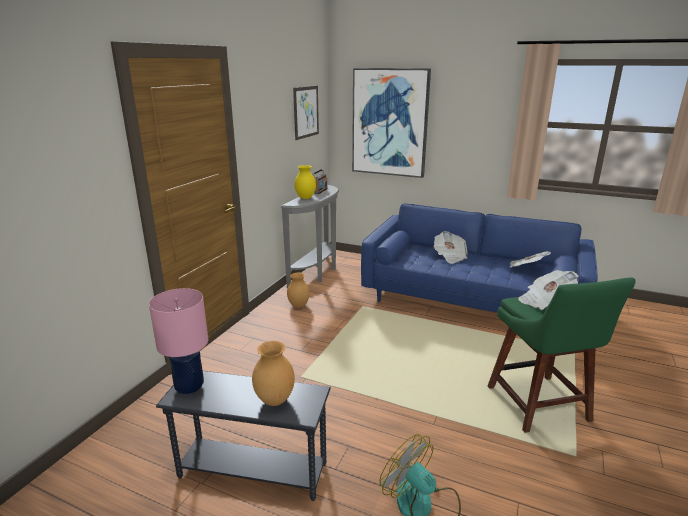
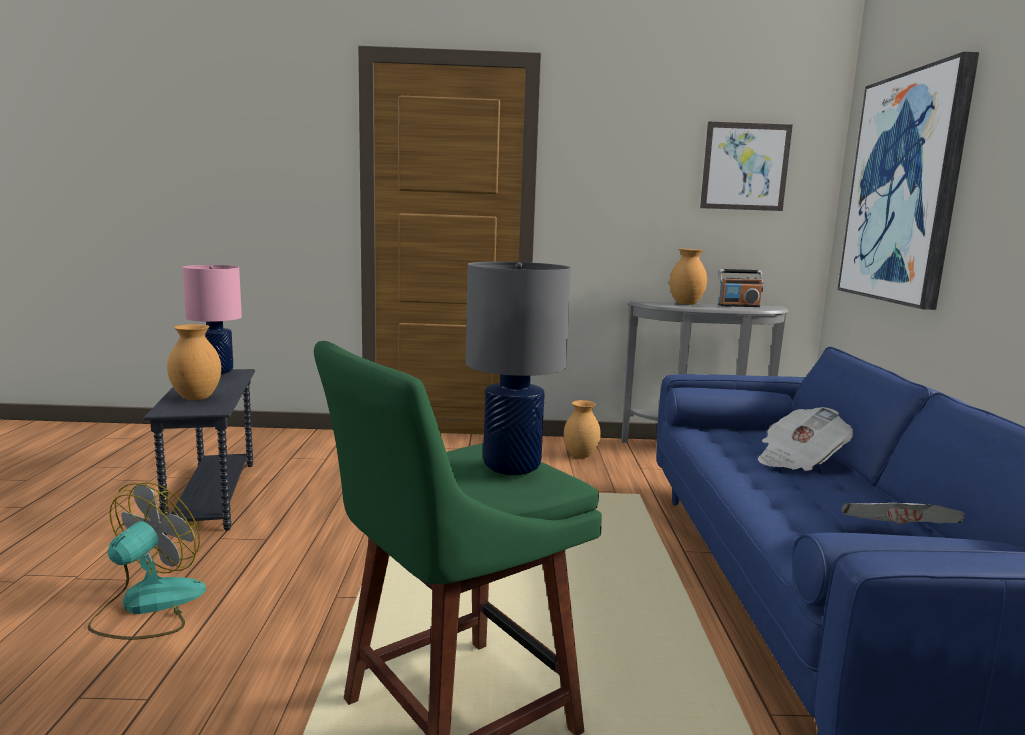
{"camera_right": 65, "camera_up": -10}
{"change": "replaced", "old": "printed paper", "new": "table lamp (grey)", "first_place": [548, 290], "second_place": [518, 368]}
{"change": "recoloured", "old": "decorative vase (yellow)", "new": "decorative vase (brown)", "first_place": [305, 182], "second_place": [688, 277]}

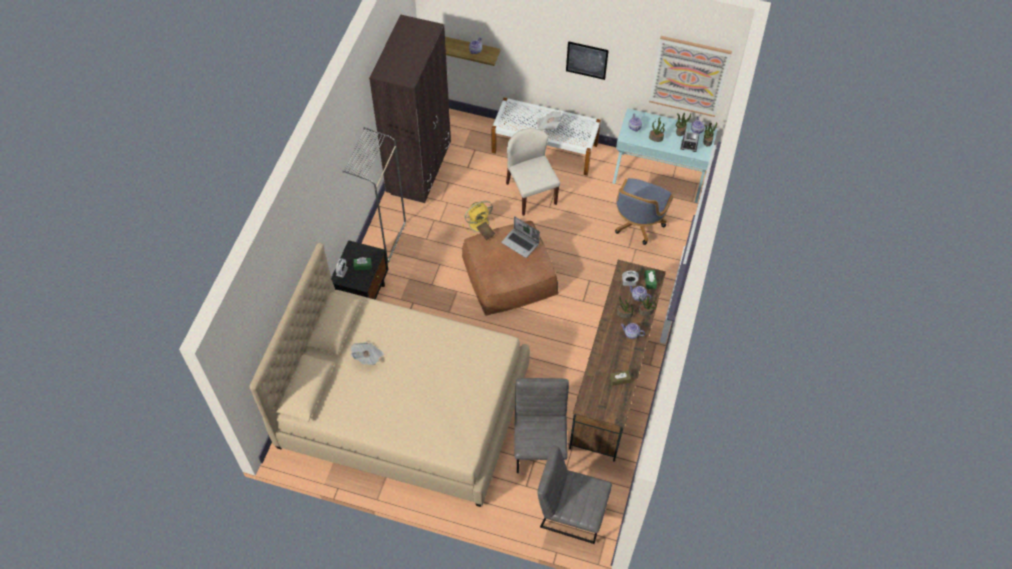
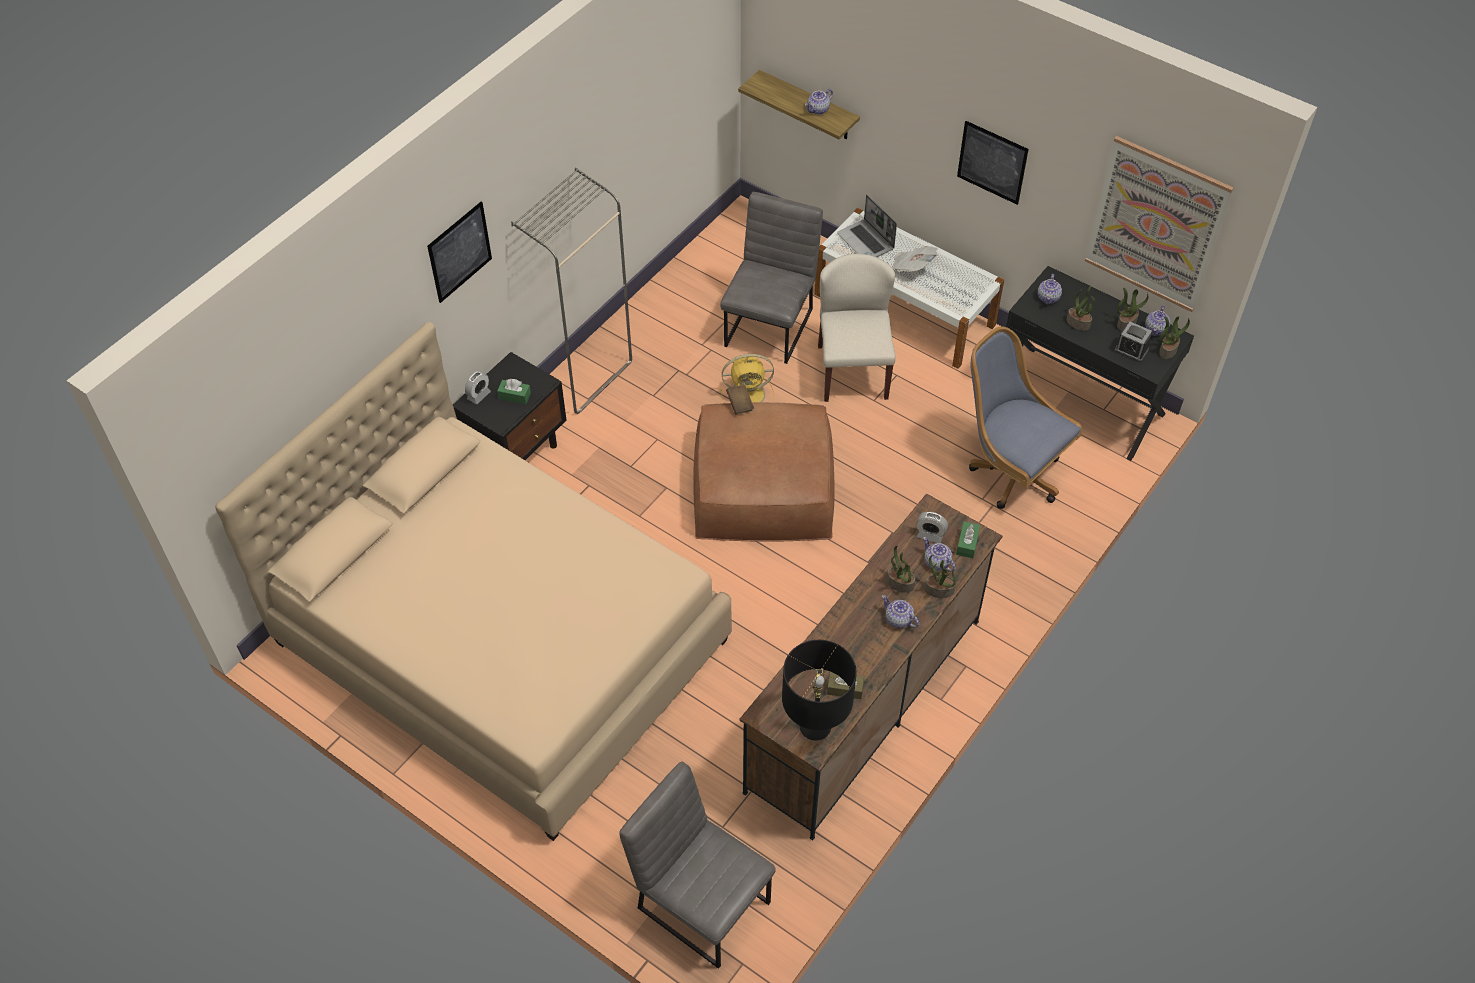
{"camera_right": 20, "camera_up": -5}
{"change": "added", "new": "picture", "second_place": [459, 252]}
{"change": "moved", "old": "chair (grey)", "first_place": [541, 425], "second_place": [771, 278]}
{"change": "added", "new": "table lamp (black-coloured)", "second_place": [819, 690]}
{"change": "moved", "old": "portable computer", "first_place": [520, 237], "second_place": [867, 226]}
{"change": "turned", "old": "desk chair (bluish)", "first_place": [644, 211], "second_place": [1025, 418], "degrees": 90}
{"change": "recoloured", "old": "desk unit (turquoise)", "new": "desk unit (black-coloured)", "first_place": [665, 155], "second_place": [1100, 363]}
{"change": "removed", "old": "printed paper", "first_place": [367, 353]}
{"change": "removed", "old": "wardrobe (brown)", "first_place": [410, 109]}

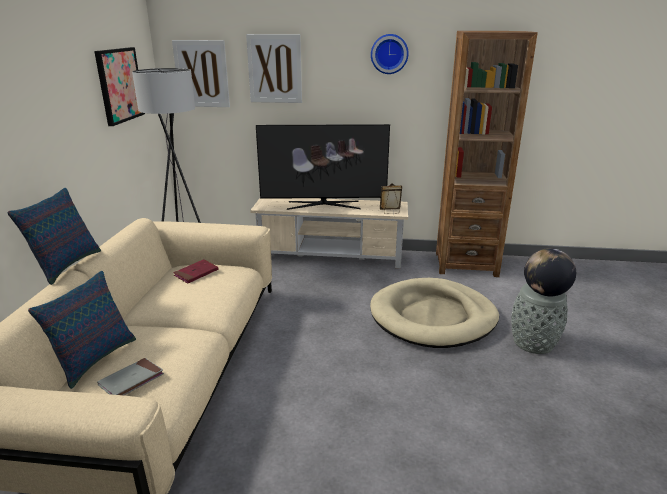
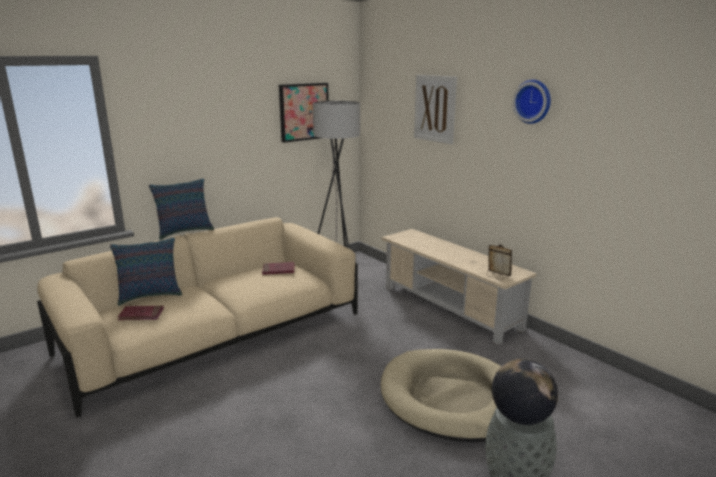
{"camera_right": 45, "camera_up": -5}
{"change": "recoloured", "old": "volume (grey)", "new": "volume (red-coloured)", "first_place": [130, 376], "second_place": [141, 312]}
{"change": "removed", "old": "picture", "first_place": [201, 73]}
{"change": "removed", "old": "TV set", "first_place": [323, 167]}
{"change": "removed", "old": "bookcase (brown)", "first_place": [487, 154]}

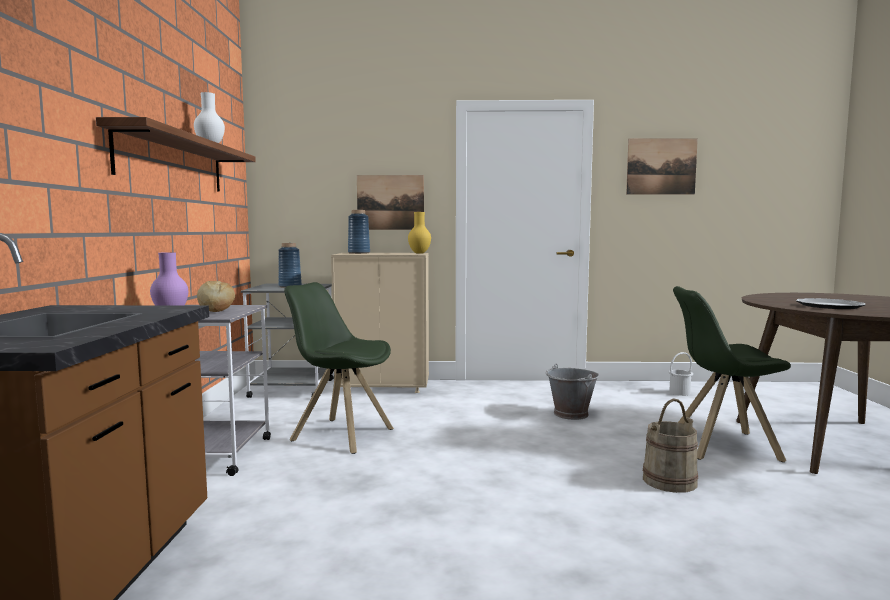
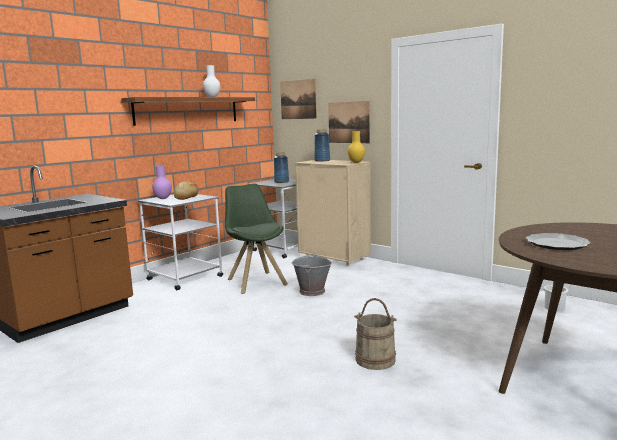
{"camera_right": 40, "camera_up": 5}
{"change": "moved", "old": "picture", "first_place": [662, 166], "second_place": [298, 99]}
{"change": "moved", "old": "water bucket (grey)", "first_place": [572, 391], "second_place": [312, 274]}
{"change": "removed", "old": "chair (greenish)", "first_place": [732, 374]}

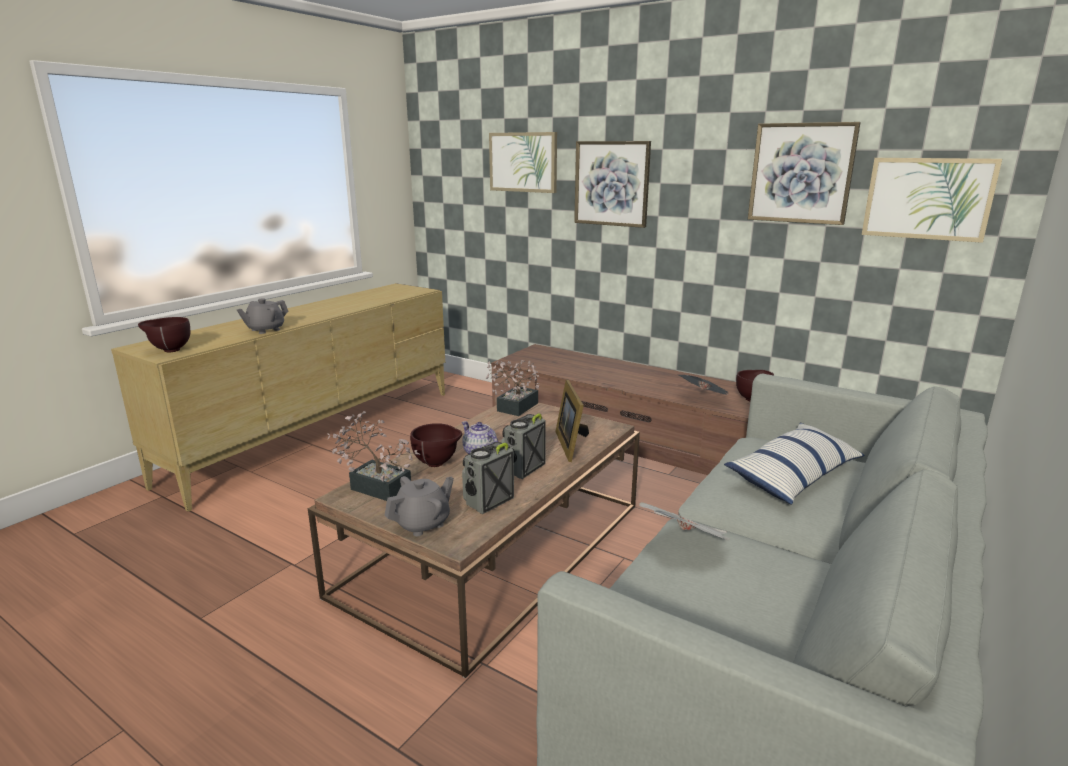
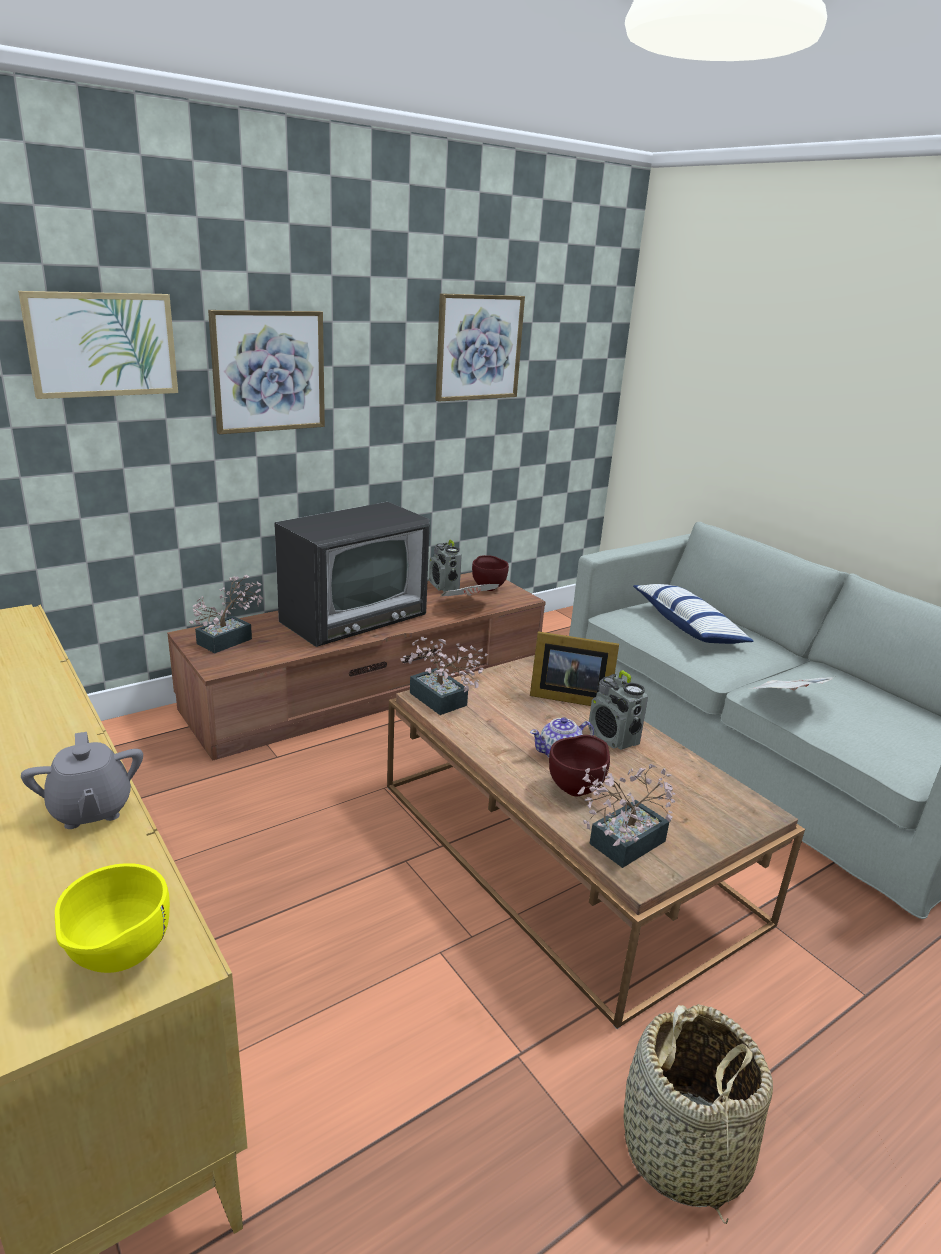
{"camera_right": -70, "camera_up": 5}
{"change": "recoloured", "old": "serving bowl (brown)", "new": "serving bowl (yellow)", "first_place": [164, 334], "second_place": [112, 918]}
{"change": "added", "new": "houseplant", "second_place": [226, 614]}
{"change": "added", "new": "TV set", "second_place": [352, 574]}
{"change": "moved", "old": "radio receiver", "first_place": [488, 478], "second_place": [445, 566]}
{"change": "added", "new": "household basket", "second_place": [698, 1114]}
{"change": "removed", "old": "tea pot (grey)", "first_place": [419, 506]}
{"change": "removed", "old": "picture", "first_place": [931, 200]}

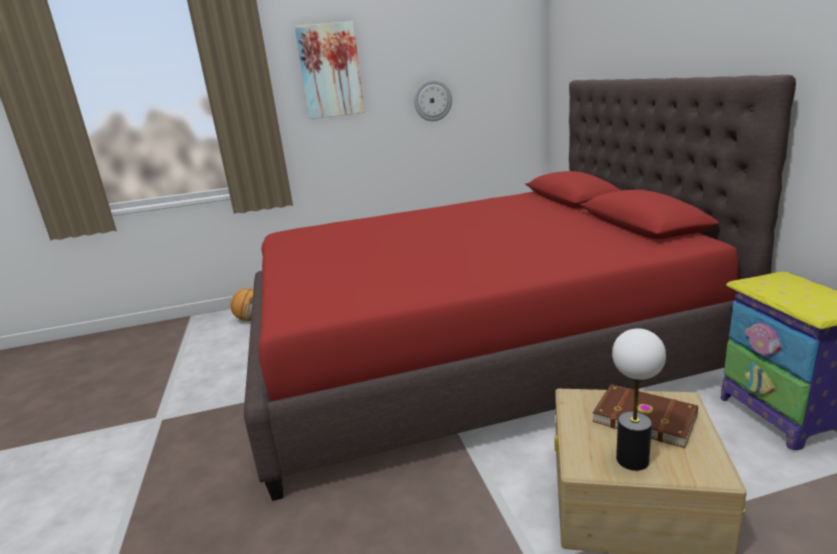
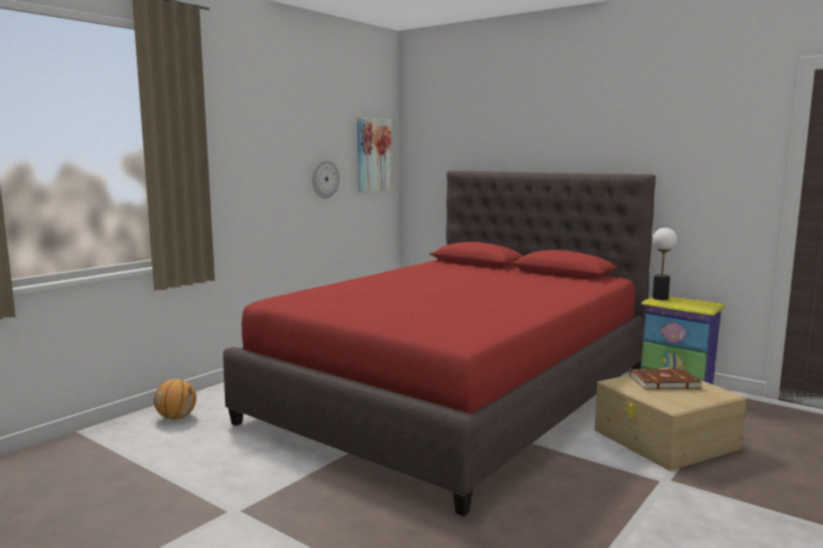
{"camera_right": -40, "camera_up": -10}
{"change": "moved", "old": "picture", "first_place": [330, 70], "second_place": [374, 155]}
{"change": "moved", "old": "table lamp", "first_place": [639, 399], "second_place": [664, 264]}

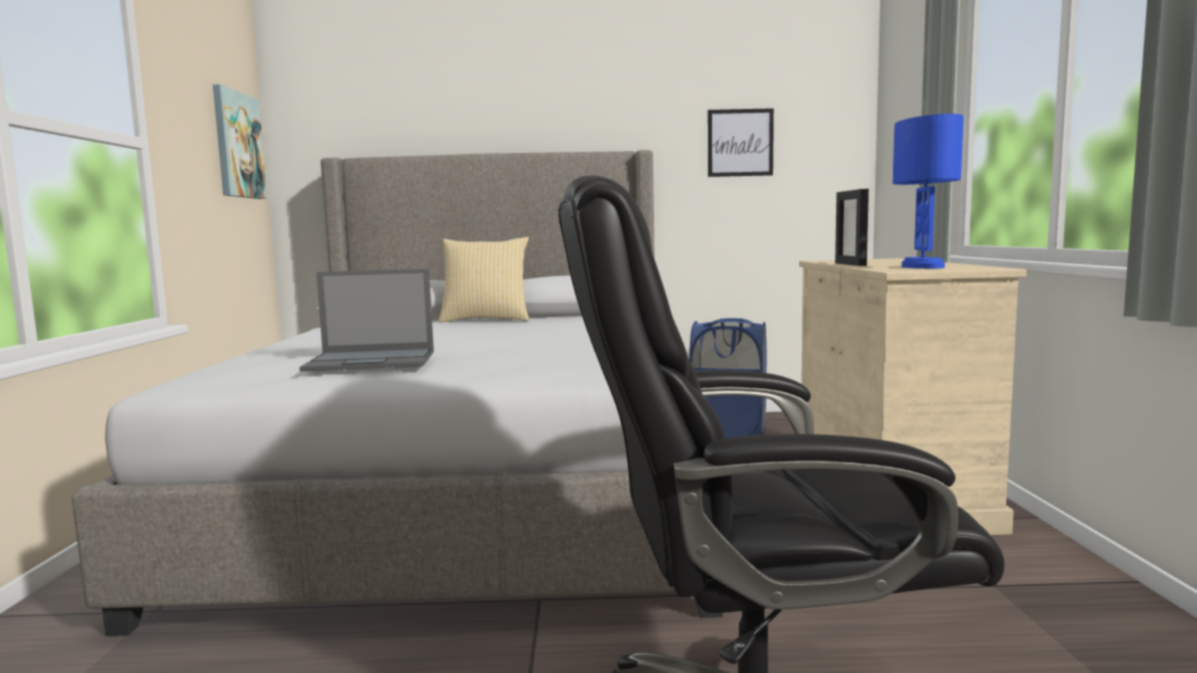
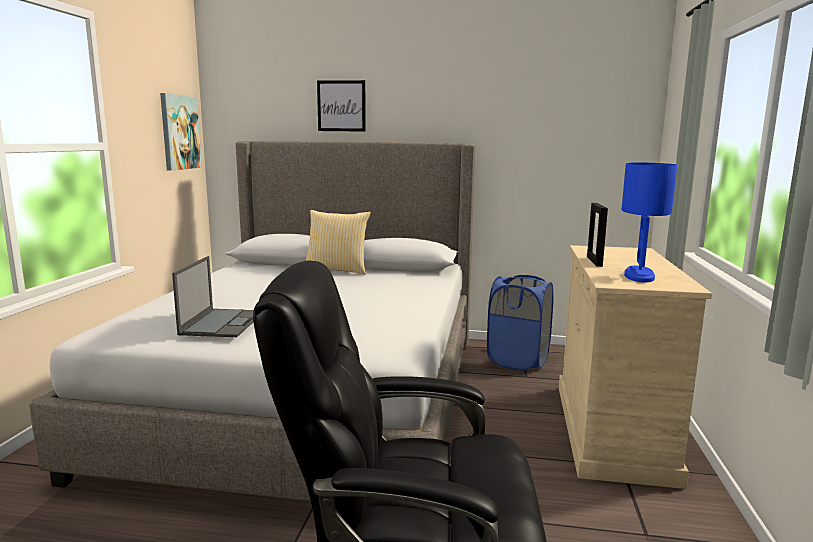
{"camera_right": 10, "camera_up": 5}
{"change": "turned", "old": "portable computer", "first_place": [366, 320], "second_place": [213, 296], "degrees": -90}
{"change": "moved", "old": "picture", "first_place": [741, 142], "second_place": [341, 106]}

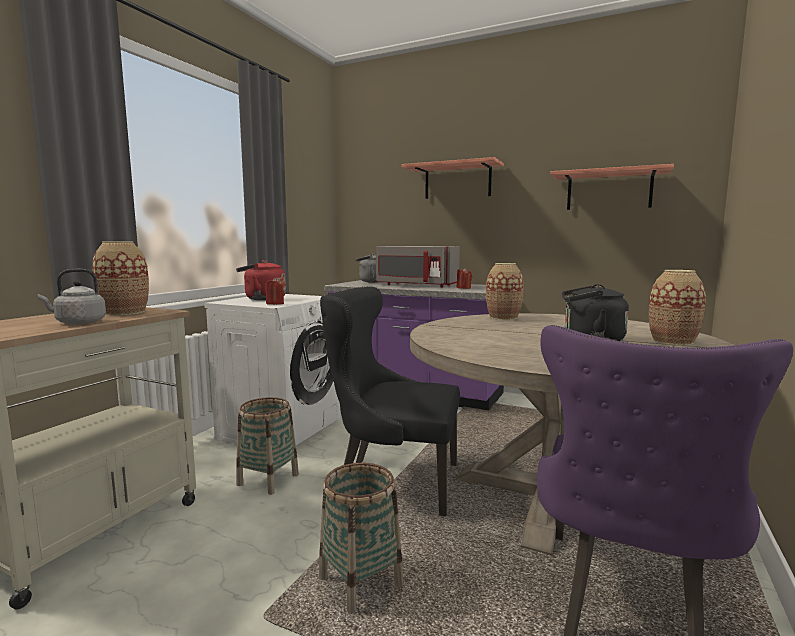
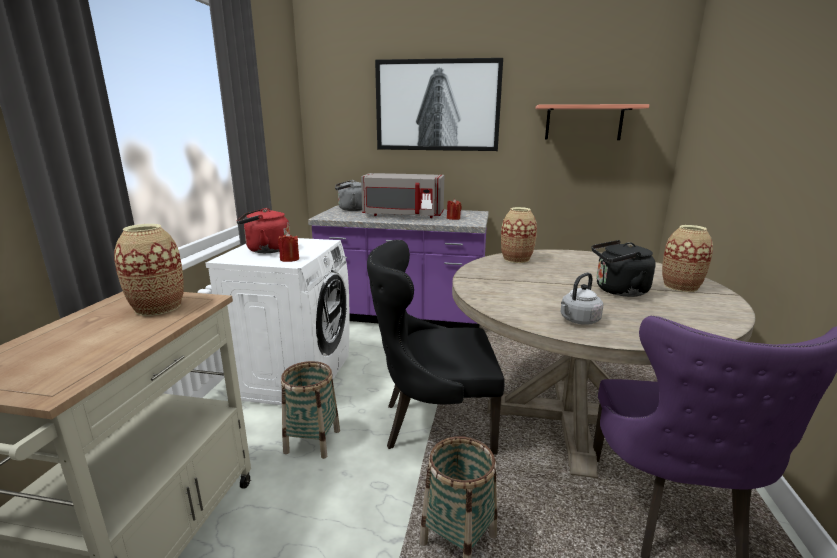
{"camera_right": -15, "camera_up": 10}
{"change": "replaced", "old": "bracket shelf", "new": "picture", "first_place": [452, 178], "second_place": [439, 104]}
{"change": "moved", "old": "kettle (grey)", "first_place": [72, 296], "second_place": [581, 299]}

